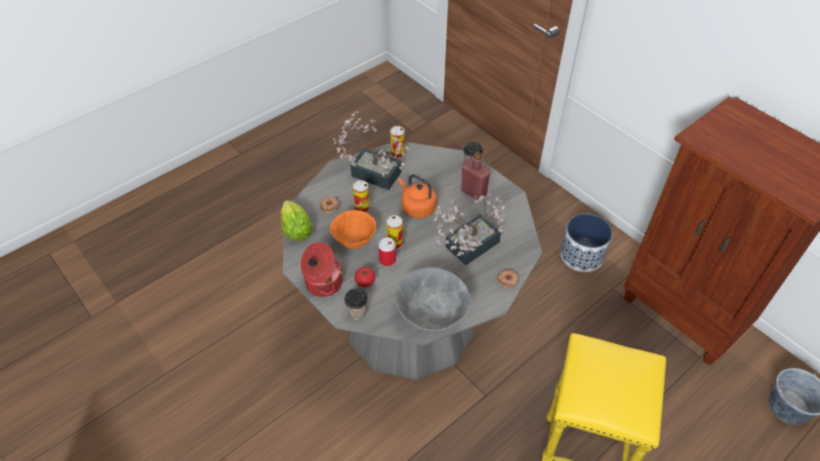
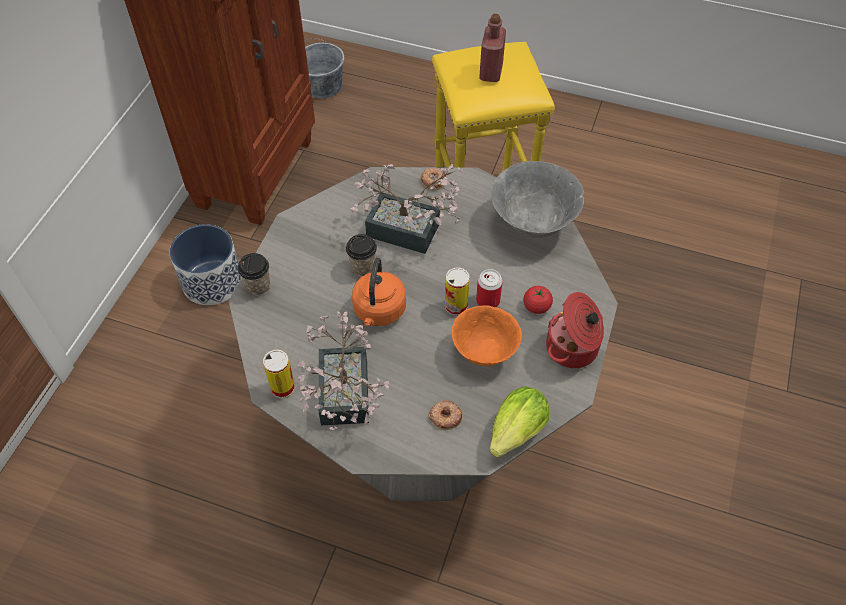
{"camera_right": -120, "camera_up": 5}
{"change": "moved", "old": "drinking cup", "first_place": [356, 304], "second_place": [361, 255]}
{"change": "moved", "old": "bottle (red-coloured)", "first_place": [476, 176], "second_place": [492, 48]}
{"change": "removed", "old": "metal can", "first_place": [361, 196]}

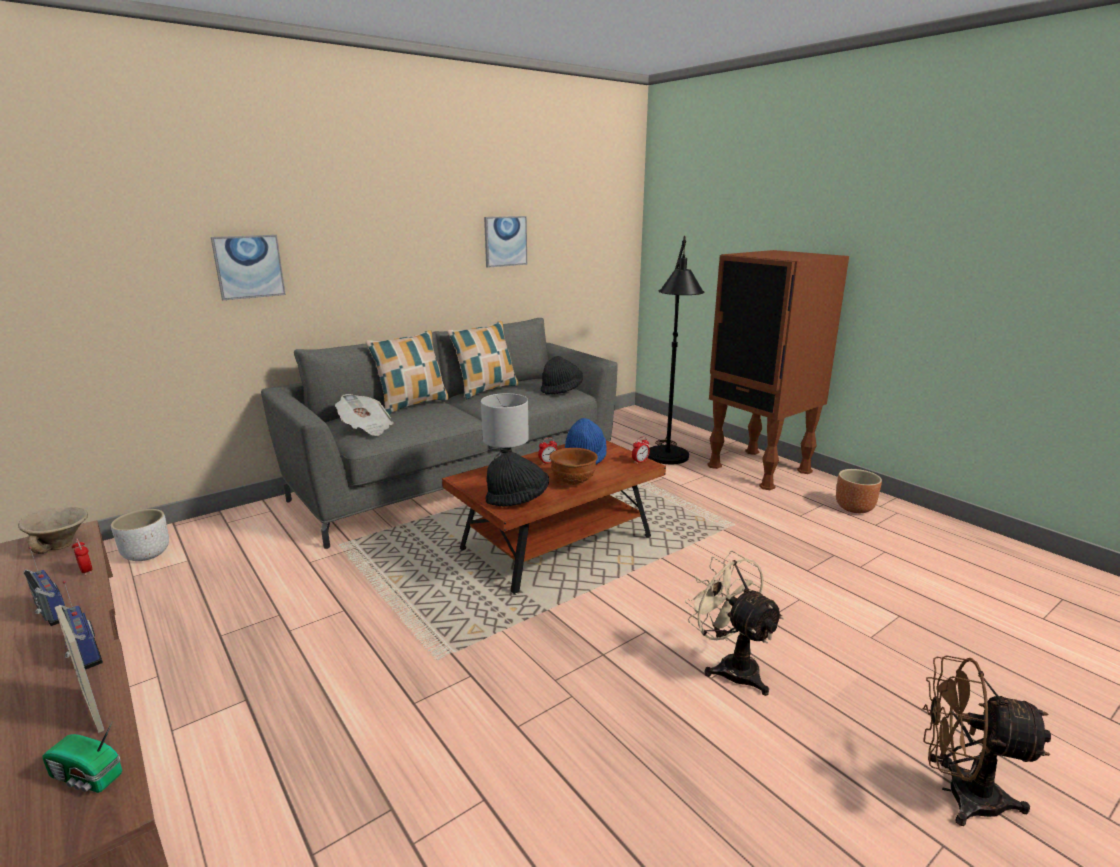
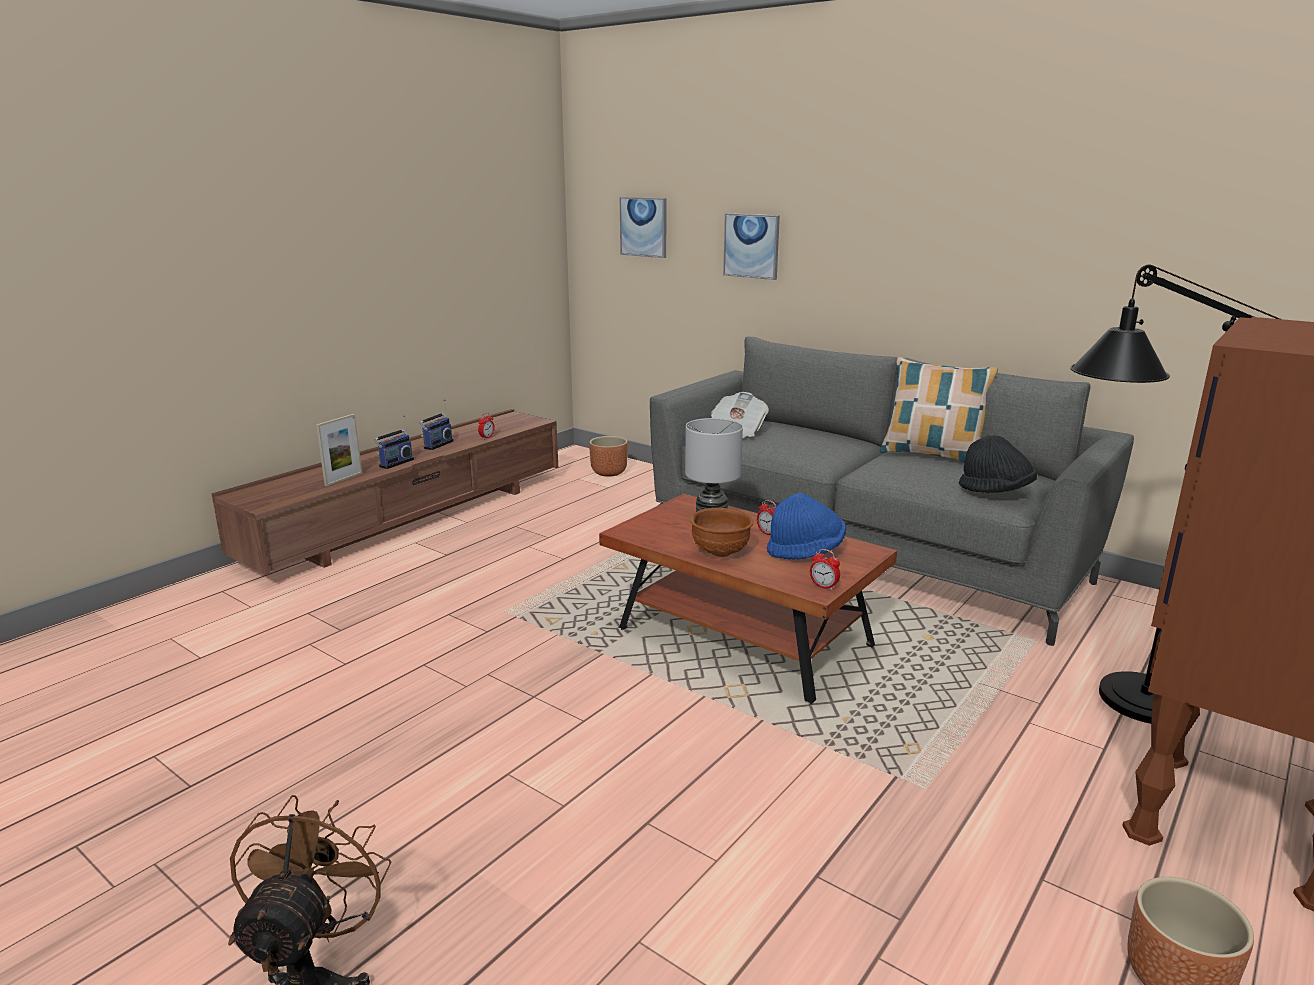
{"camera_right": 75, "camera_up": 0}
{"change": "recoloured", "old": "plant pot (whitish)", "new": "plant pot (brown)", "first_place": [140, 535], "second_place": [608, 456]}
{"change": "moved", "old": "picture", "first_place": [505, 242], "second_place": [643, 227]}
{"change": "removed", "old": "serving bowl (sand-coloured)", "first_place": [53, 530]}
{"change": "removed", "old": "radio receiver", "first_place": [82, 757]}
{"change": "removed", "old": "pillow", "first_place": [407, 372]}
{"change": "removed", "old": "hat (black-coloured)", "first_place": [517, 479]}
{"change": "removed", "old": "fan (sand-coloured)", "first_place": [734, 623]}

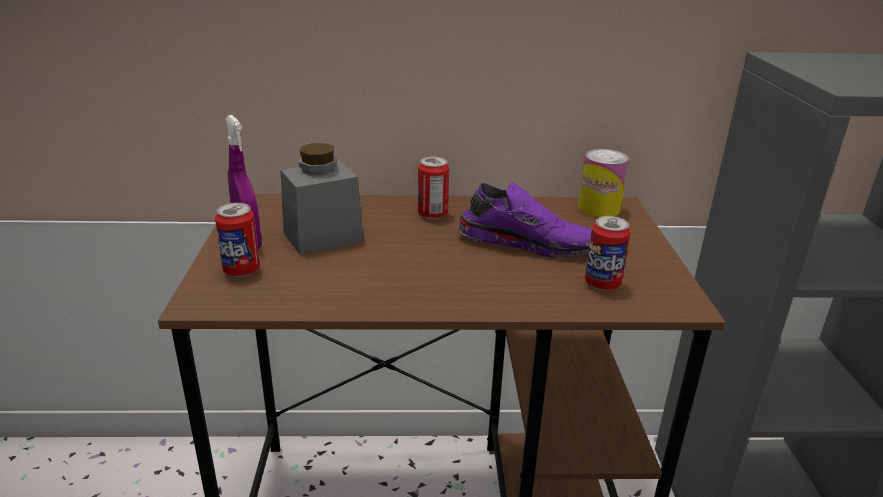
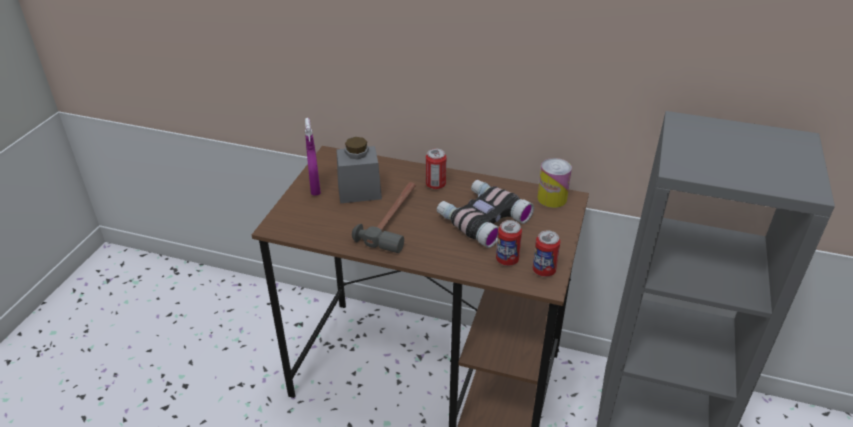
{"camera_right": 20, "camera_up": 10}
{"change": "added", "new": "tool hammer", "second_place": [384, 217]}
{"change": "replaced", "old": "item of footwear (purple-coloured)", "new": "binoculars", "first_place": [524, 220], "second_place": [485, 214]}
{"change": "moved", "old": "metal can", "first_place": [237, 240], "second_place": [546, 253]}

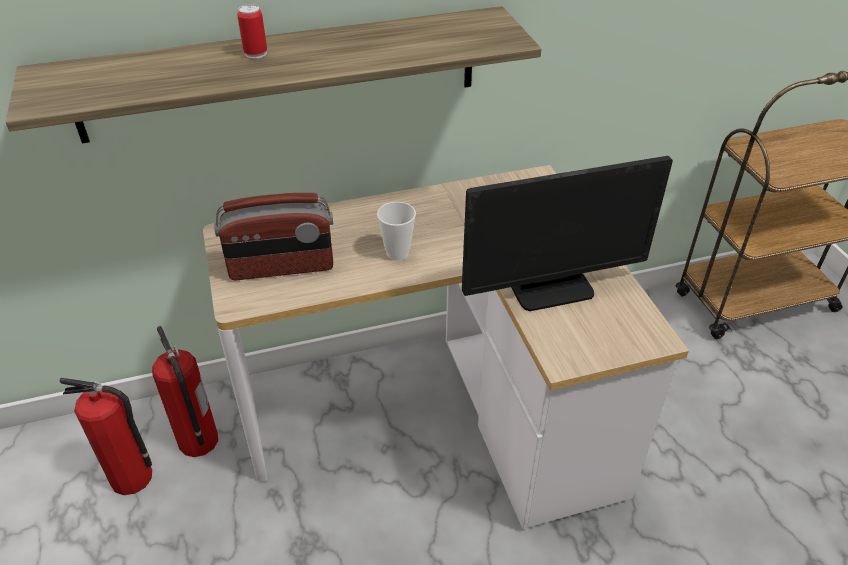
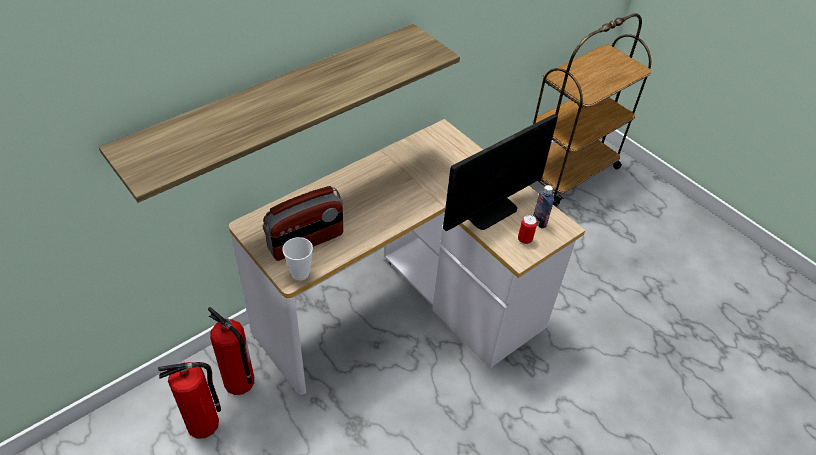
{"camera_right": -25, "camera_up": 5}
{"change": "moved", "old": "drinking cup", "first_place": [396, 231], "second_place": [297, 259]}
{"change": "moved", "old": "metal can", "first_place": [252, 31], "second_place": [527, 230]}
{"change": "added", "new": "bottle", "second_place": [543, 207]}

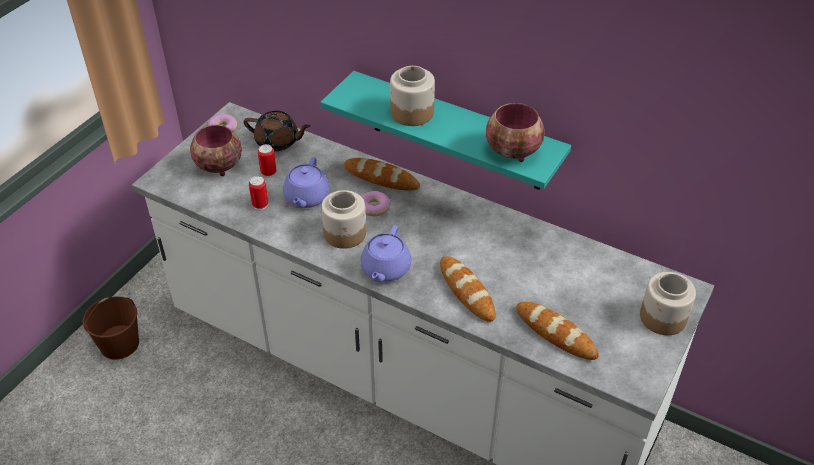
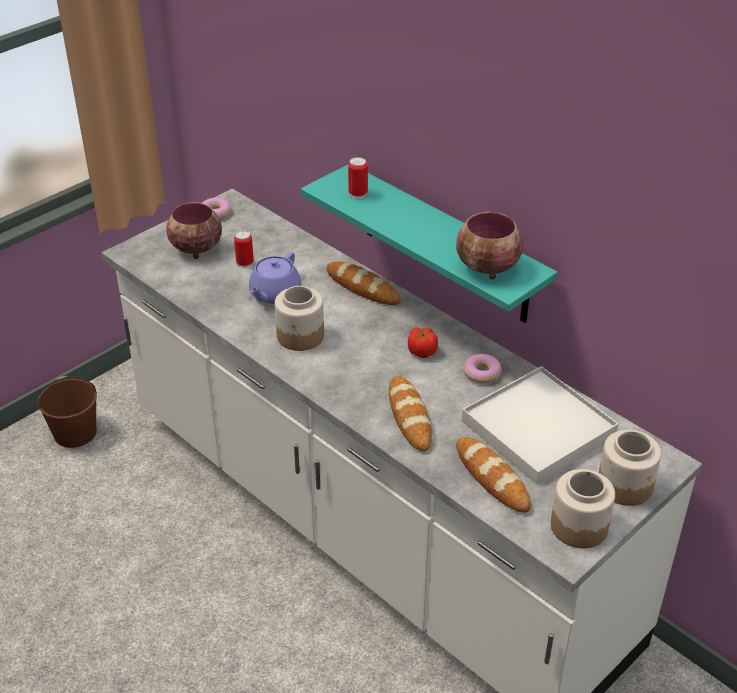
{"camera_right": 15, "camera_up": -5}
{"change": "moved", "old": "metal can", "first_place": [258, 193], "second_place": [358, 178]}
{"change": "added", "new": "whole tomato", "second_place": [423, 342]}
{"change": "added", "new": "carrying tray (whitish)", "second_place": [540, 425]}
{"change": "moved", "old": "donut", "first_place": [376, 203], "second_place": [482, 369]}
{"change": "moved", "old": "jar", "first_place": [412, 96], "second_place": [583, 508]}
{"change": "removed", "old": "tea pot (brown)", "first_place": [277, 131]}
{"change": "removed", "old": "tea pot (purple-coloured)", "first_place": [386, 253]}

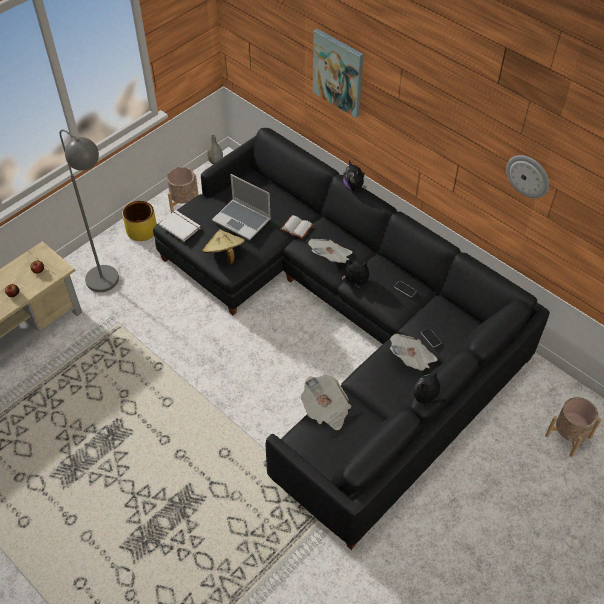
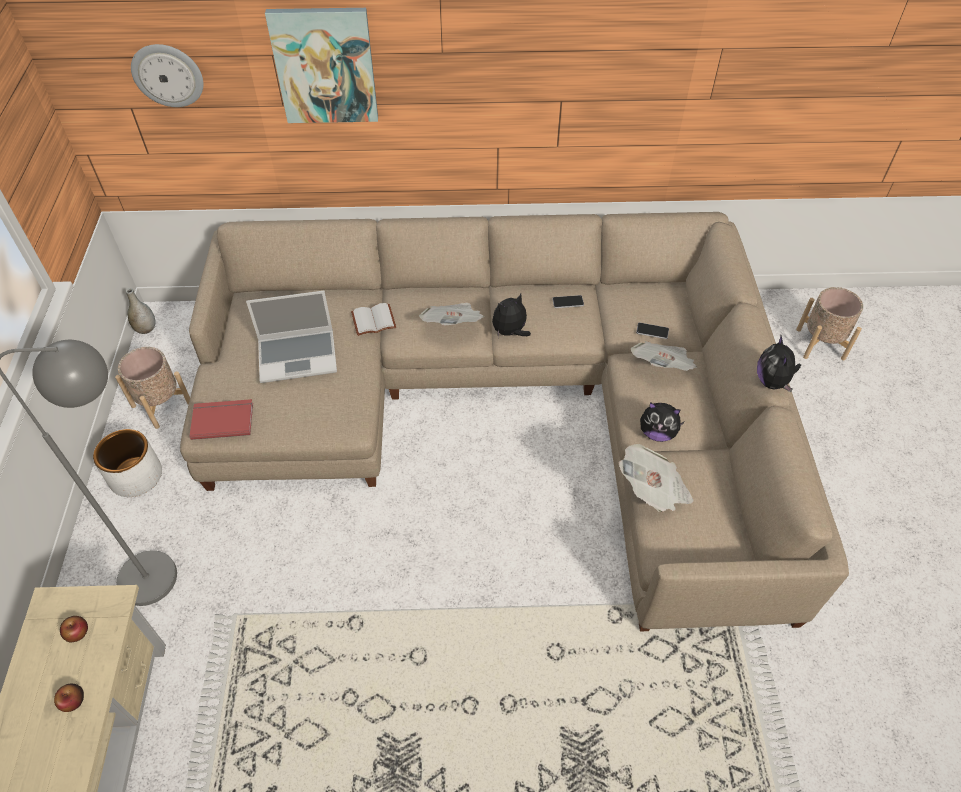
{"camera_right": -45, "camera_up": 0}
{"change": "recoloured", "old": "plant pot (yellow)", "new": "plant pot (whitish)", "first_place": [139, 221], "second_place": [127, 463]}
{"change": "moved", "old": "clock on the wall", "first_place": [527, 176], "second_place": [167, 75]}
{"change": "recoloured", "old": "sofa (black-coloured)", "new": "sofa (sand-coloured)", "first_place": [351, 339], "second_place": [514, 421]}
{"change": "recoloured", "old": "volume (whitish)", "new": "volume (red-coloured)", "first_place": [179, 226], "second_place": [221, 419]}
{"change": "moved", "old": "soft toy", "first_place": [354, 176], "second_place": [662, 422]}
{"change": "removed", "old": "hat (sand-coloured)", "first_place": [223, 247]}

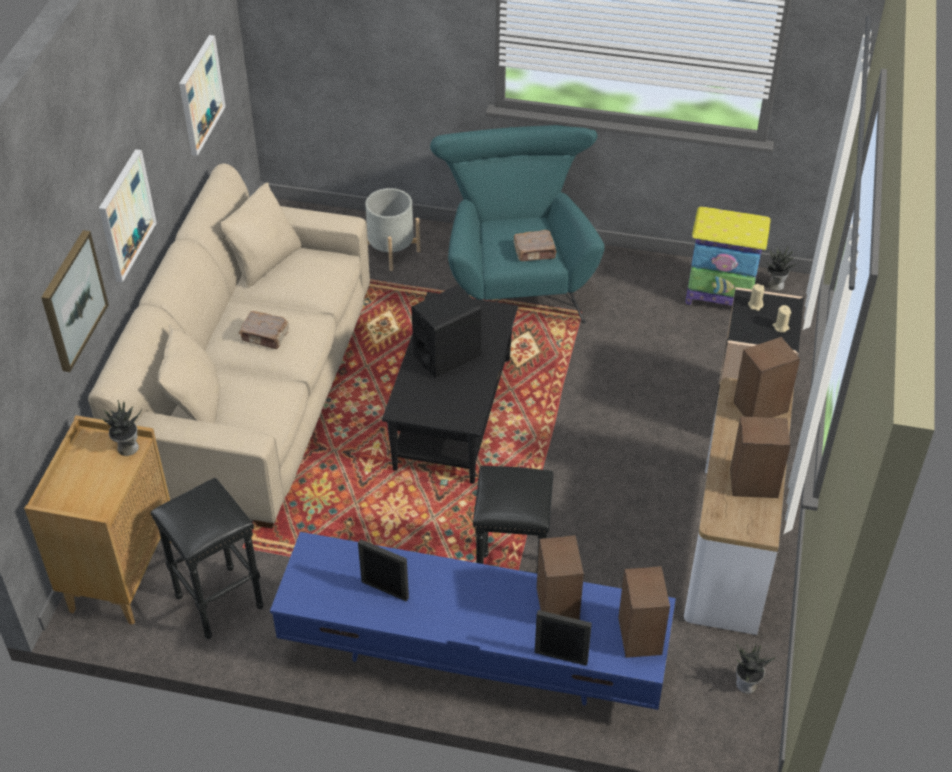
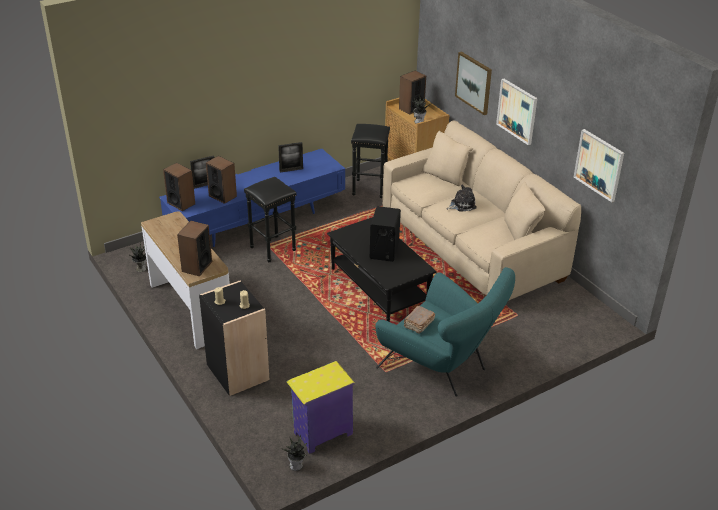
{"camera_right": 135, "camera_up": -10}
{"change": "moved", "old": "audio speaker", "first_place": [760, 457], "second_place": [412, 92]}
{"change": "replaced", "old": "volume (brown)", "new": "soft toy", "first_place": [264, 330], "second_place": [462, 198]}
{"change": "removed", "old": "plant pot (grey)", "first_place": [392, 229]}

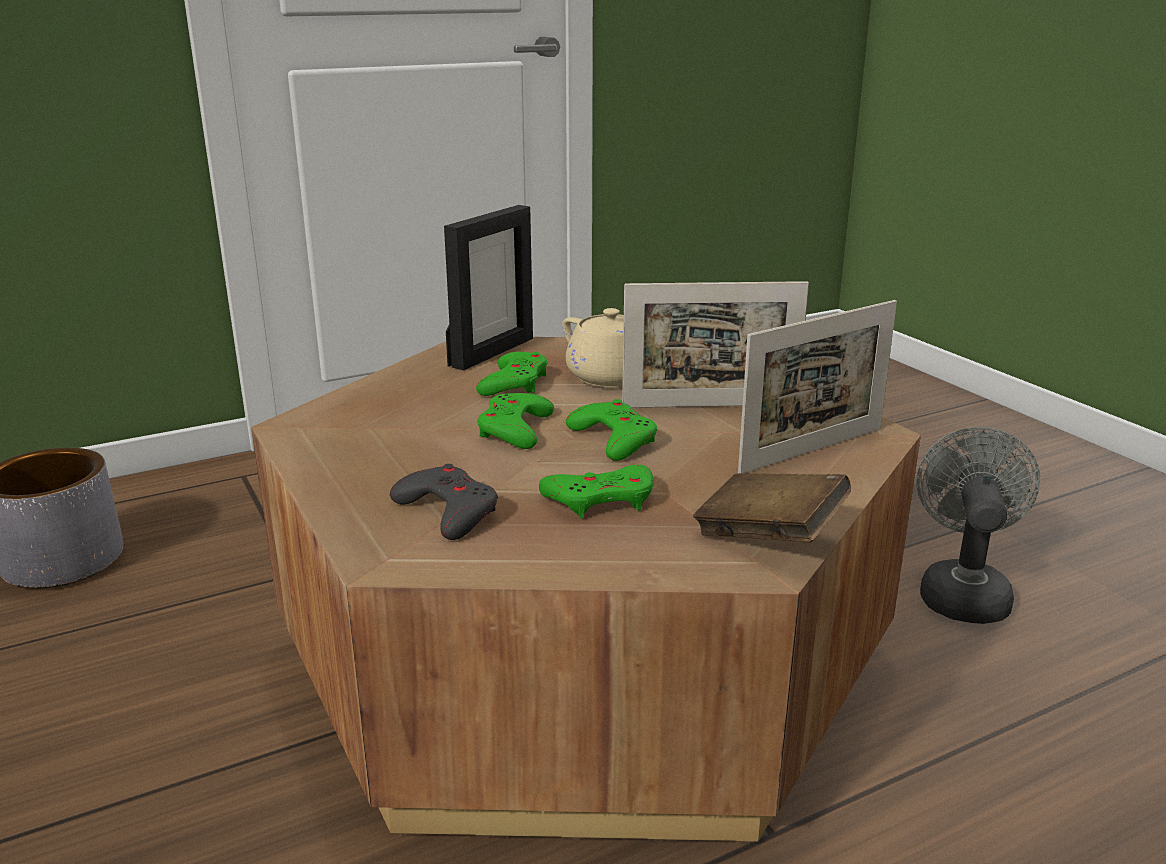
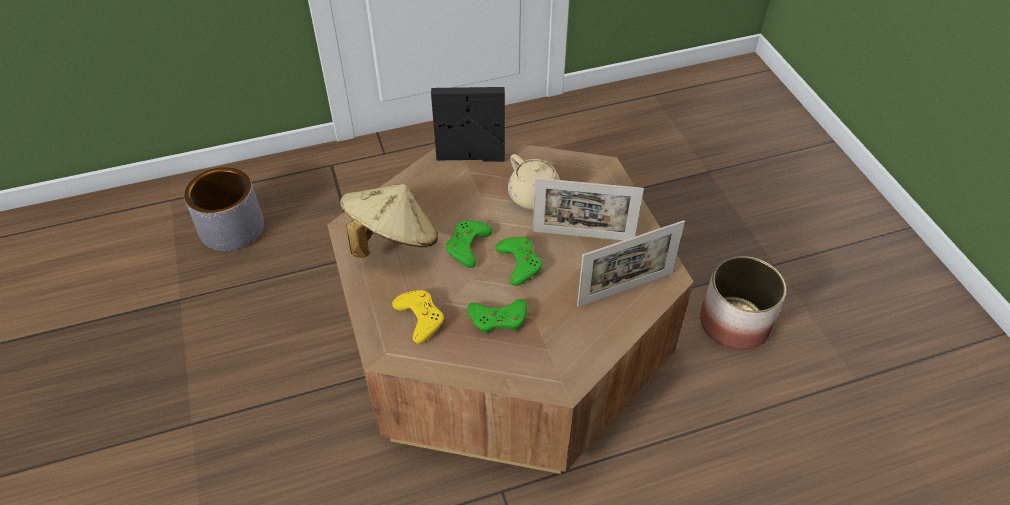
{"camera_right": 10, "camera_up": 25}
{"change": "added", "new": "hat (sand-coloured)", "second_place": [389, 221]}
{"change": "recoloured", "old": "joypad (grey)", "new": "joypad (yellow)", "first_place": [444, 502], "second_place": [418, 317]}
{"change": "turned", "old": "photo frame", "first_place": [488, 287], "second_place": [468, 124], "degrees": -135}
{"change": "replaced", "old": "fan (grey)", "new": "plant pot", "first_place": [978, 525], "second_place": [743, 303]}
{"change": "removed", "old": "joypad (greenish)", "first_place": [512, 373]}
{"change": "removed", "old": "volume (brown)", "first_place": [772, 508]}

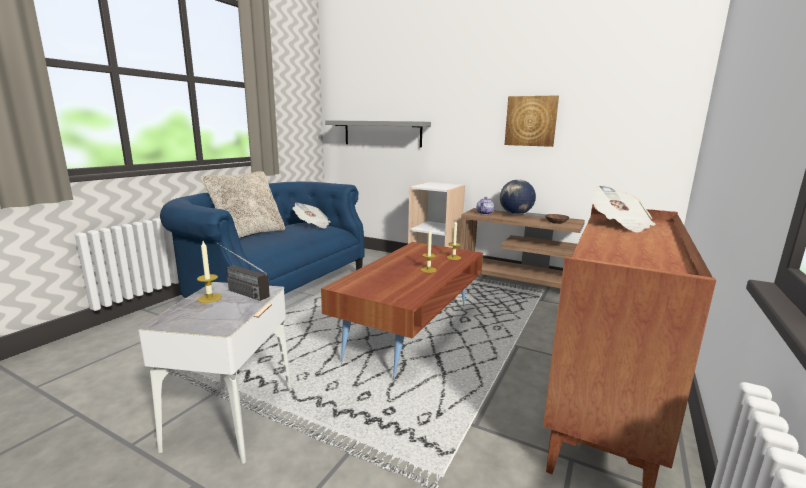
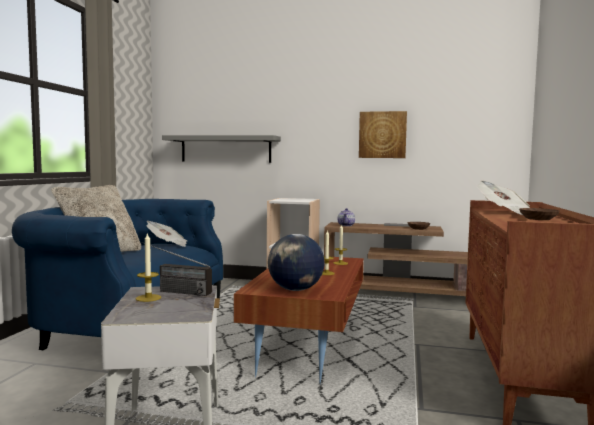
{"camera_right": -15, "camera_up": -10}
{"change": "moved", "old": "globe", "first_place": [518, 197], "second_place": [296, 262]}
{"change": "added", "new": "serving bowl (brown)", "second_place": [539, 214]}

